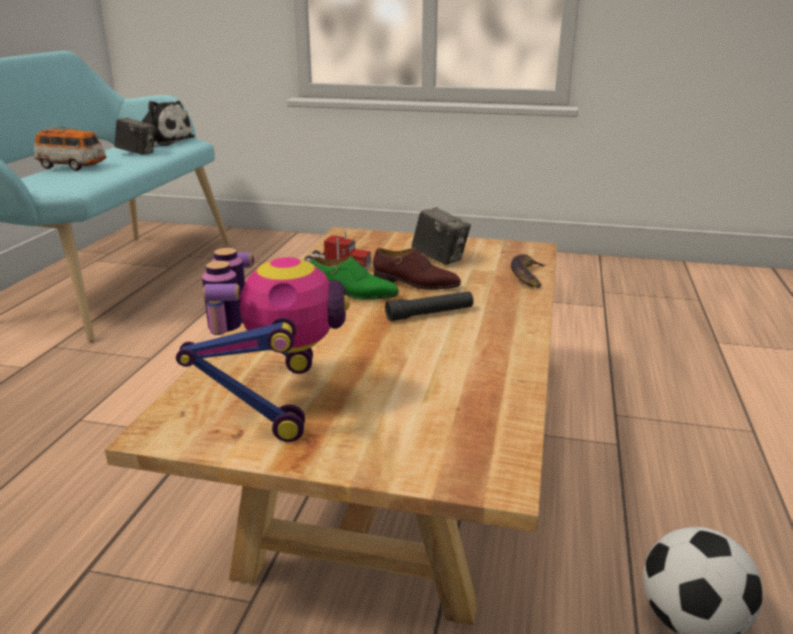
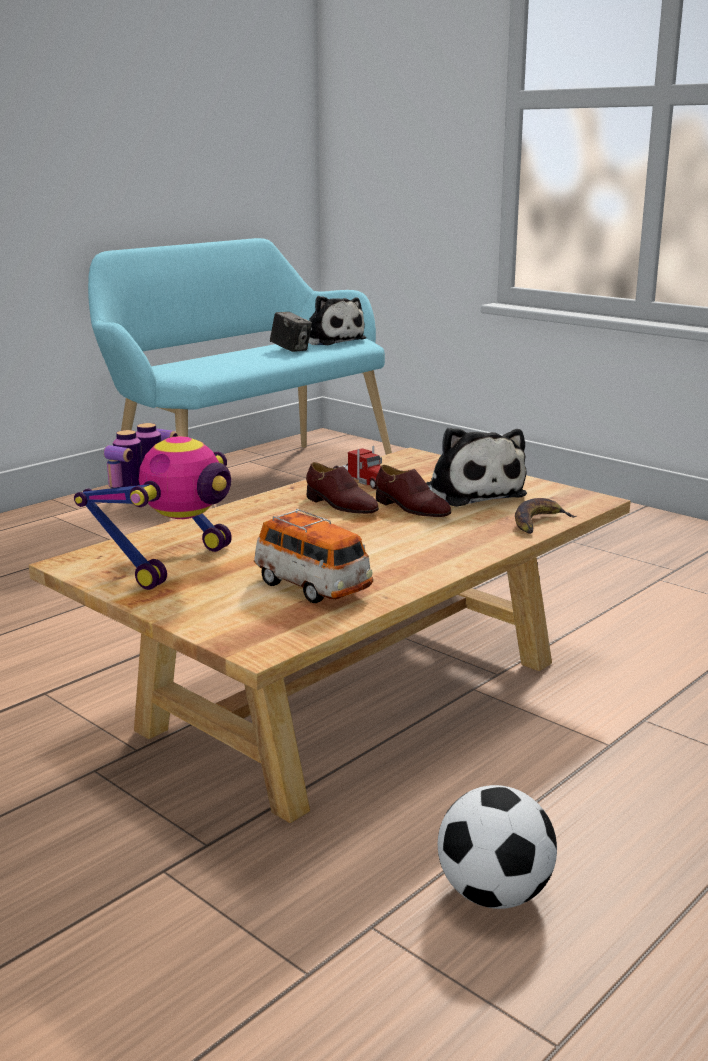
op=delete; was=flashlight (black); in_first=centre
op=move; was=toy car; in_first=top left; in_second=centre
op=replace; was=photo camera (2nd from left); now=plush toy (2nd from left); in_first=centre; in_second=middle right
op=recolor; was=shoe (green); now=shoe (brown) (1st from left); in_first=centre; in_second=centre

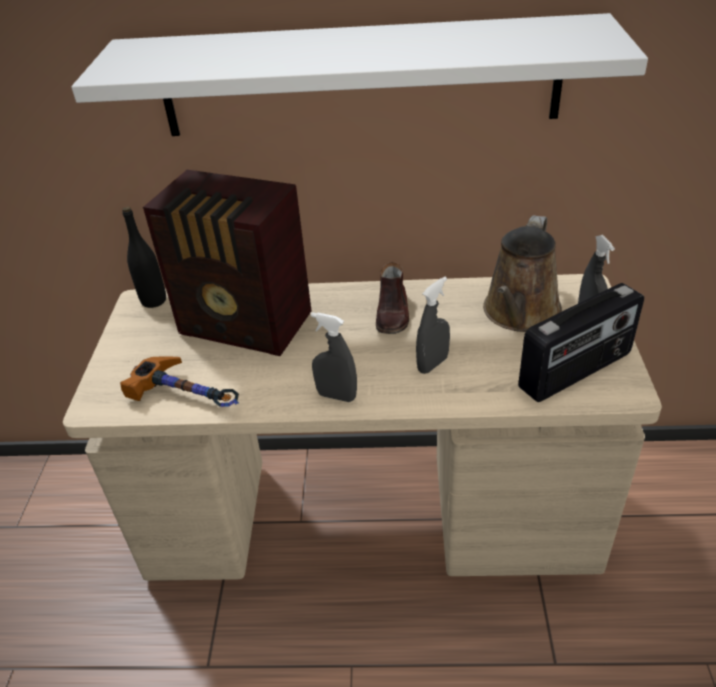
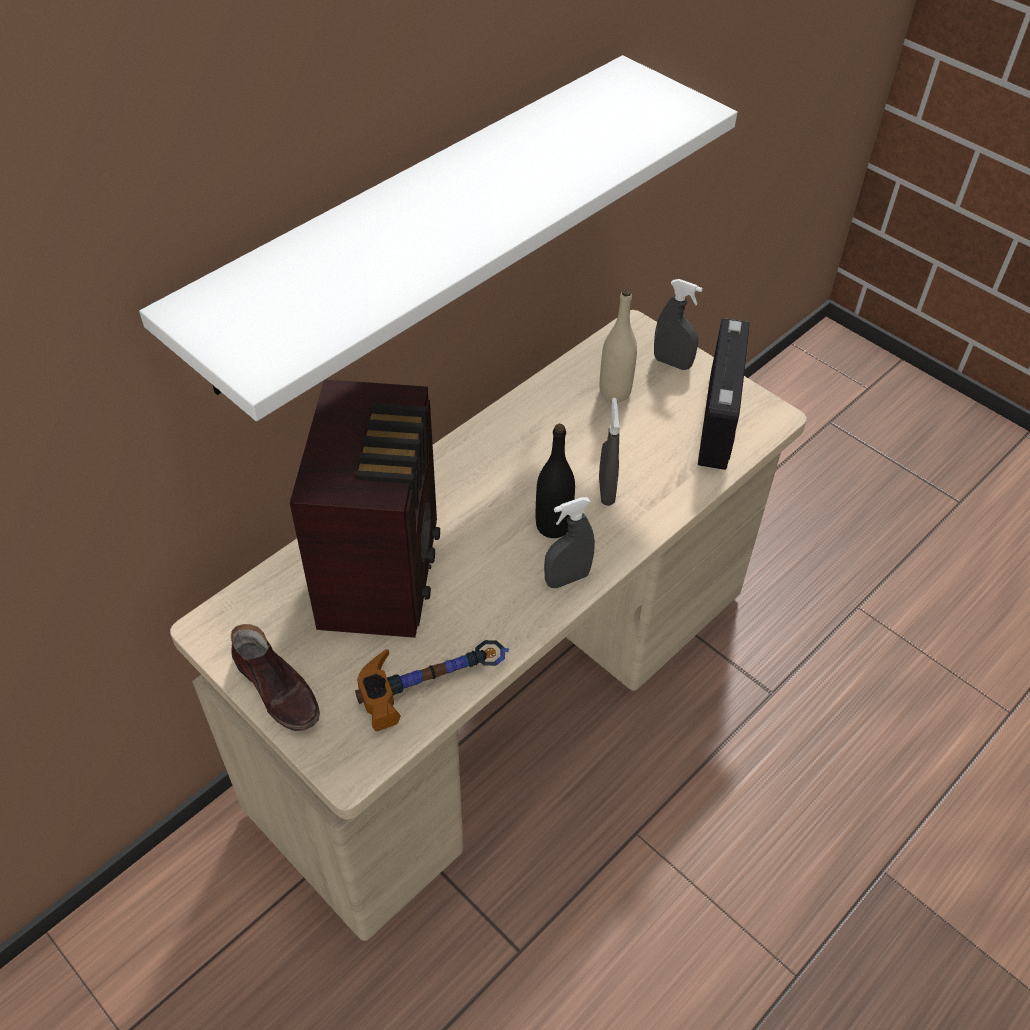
op=move; was=bottle (black); in_first=middle left; in_second=centre
op=move; was=shoe (brown); in_first=centre; in_second=middle left
op=replace; was=watering can (brown); now=bottle (beige); in_first=middle right; in_second=centre
op=rotate; was=radio (1st from left); in_first=middle left; in_second=centre; clockwise=-60

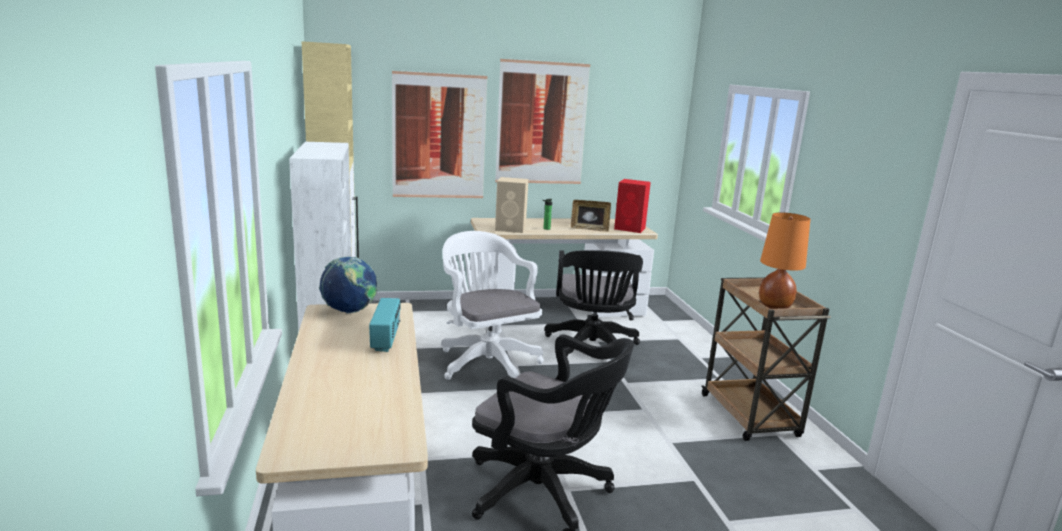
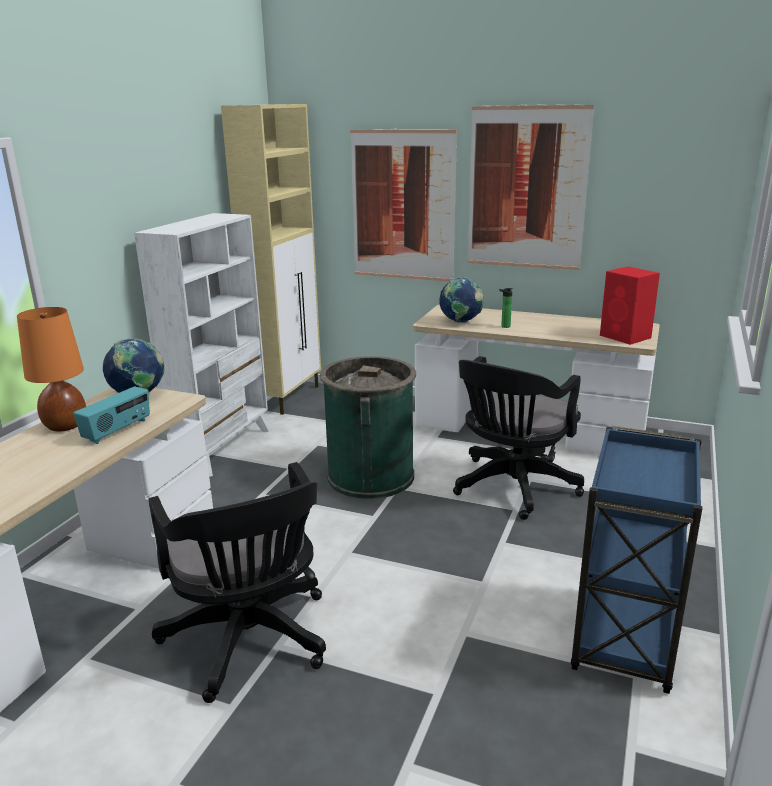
op=delete; was=picture frame; in_first=centre
op=move; was=table lamp (orange); in_first=middle right; in_second=middle left
op=replace; was=office chair (white); now=trash can (green); in_first=centre; in_second=centre
op=replace; was=speaker (beige); now=globe (2nd from left); in_first=centre; in_second=centre
op=recolor; was=cart (brown); now=cart (blue); in_first=bottom right; in_second=bottom right

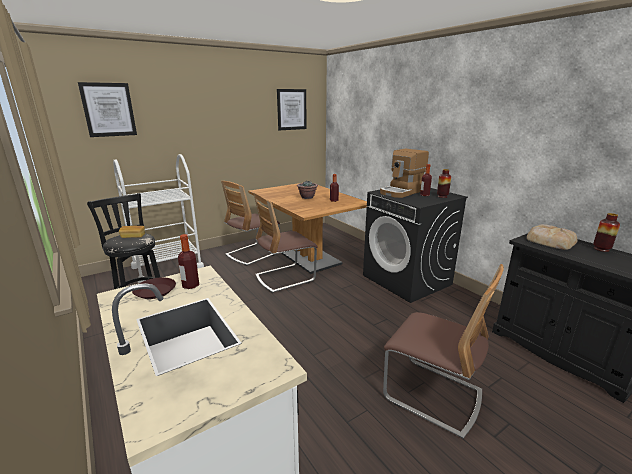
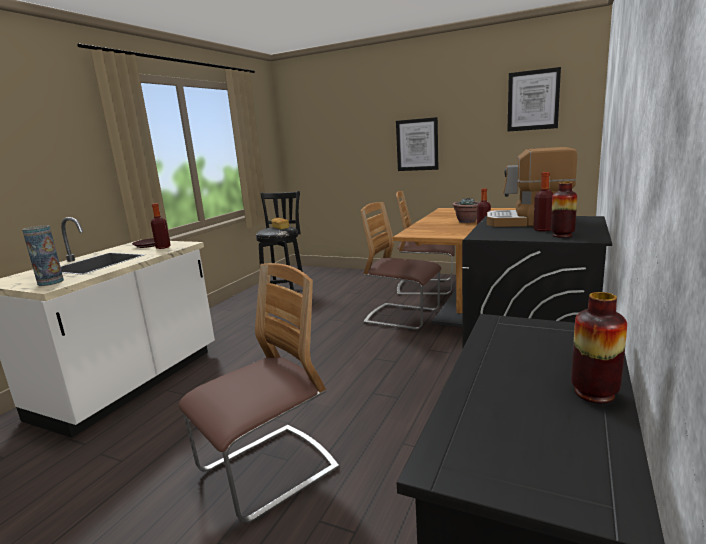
op=delete; was=cart (white); in_first=middle left
op=delete; was=bread (2nd from left); in_first=middle right
op=insert; now=vase (1st from left); in_second=middle left
op=move; was=picture (1st from left); in_first=top left; in_second=top centre
op=rotate; was=chair (3rd from left in the first image); in_first=bottom right; in_second=bottom centre; clockwise=-135

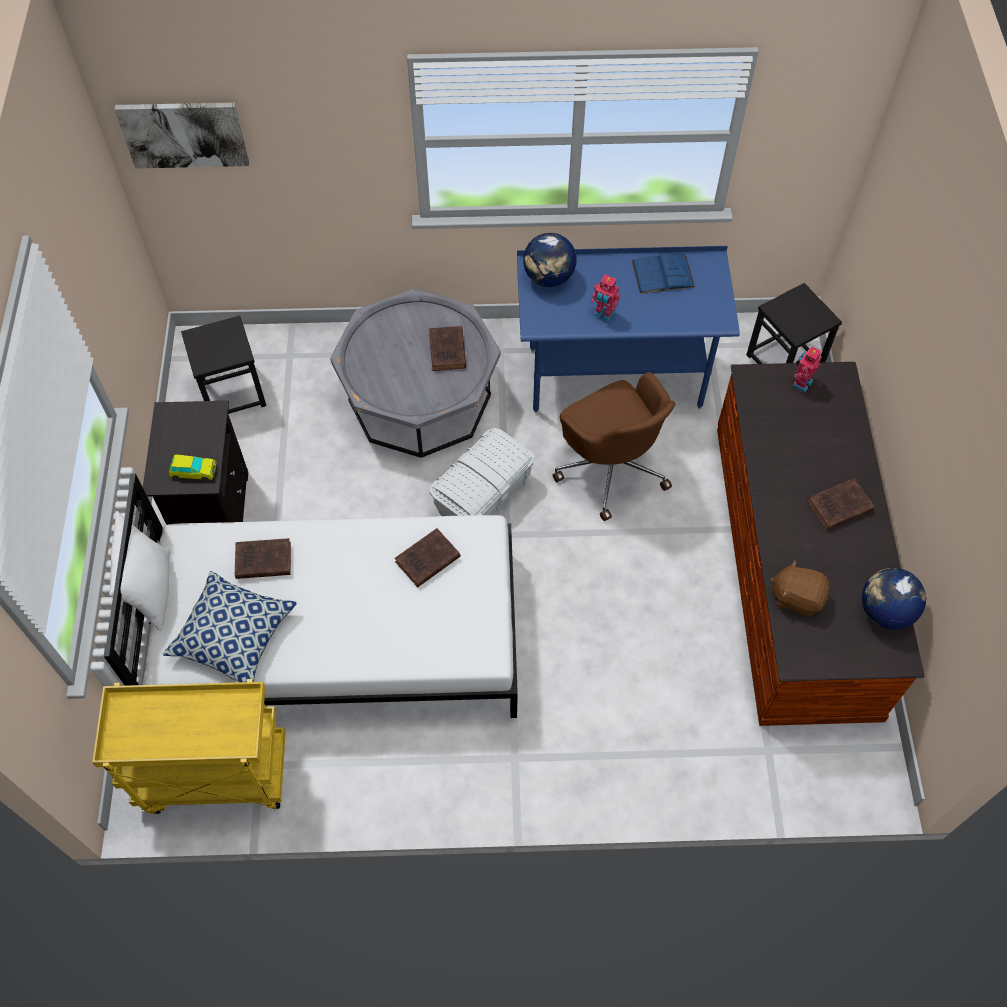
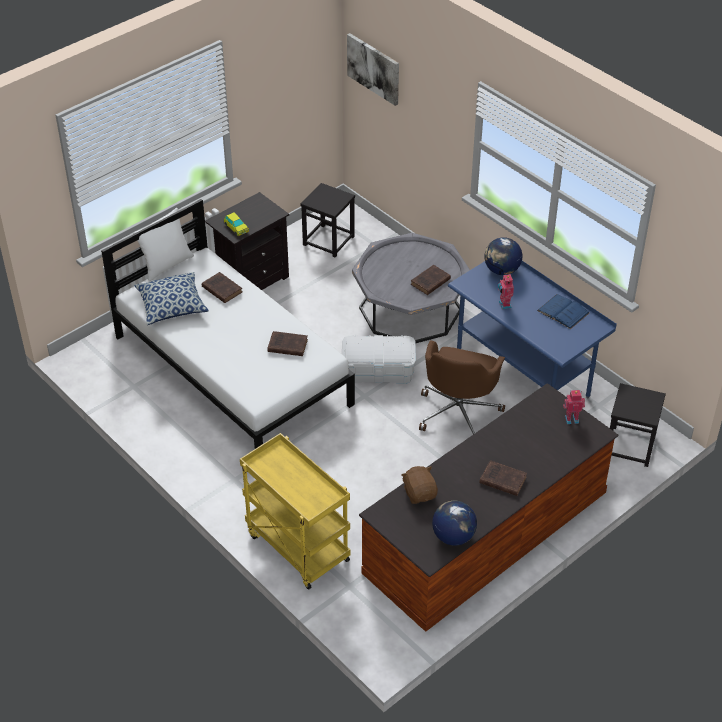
op=move; was=cart (yellow); in_first=bottom left; in_second=bottom centre

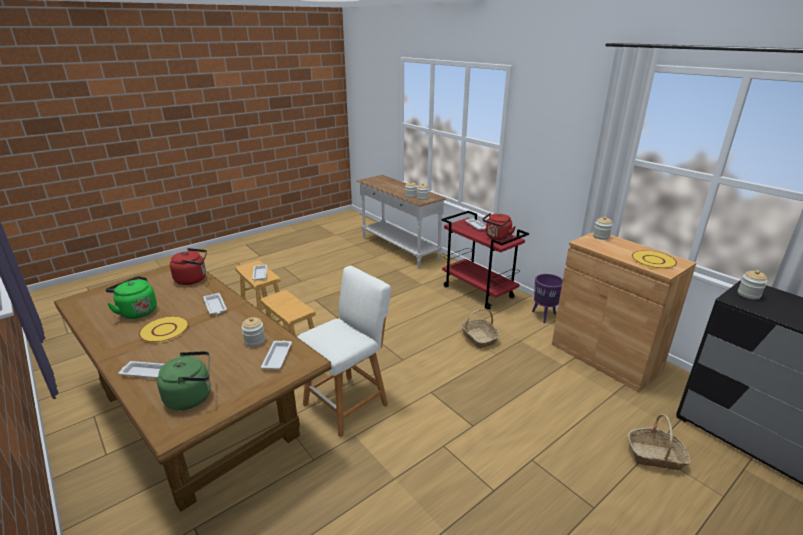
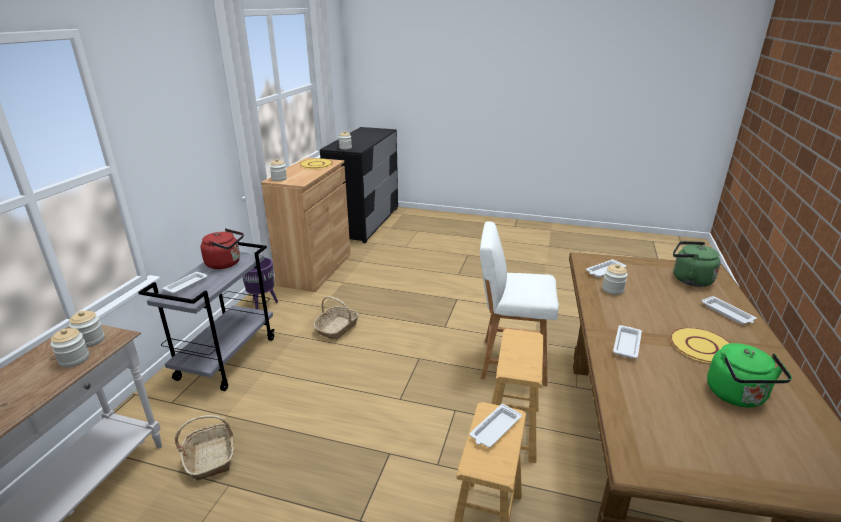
op=delete; was=kettle (red) (1st from left); in_first=middle left
op=move; was=basket (2nd from left in the first image); now=basket (1st from left); in_first=bottom right; in_second=bottom left
op=recolor; was=cart (red); now=cart (grey); in_first=centre; in_second=middle left

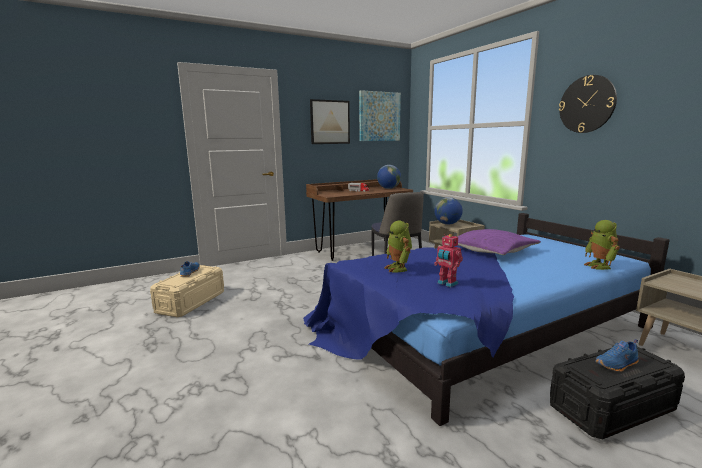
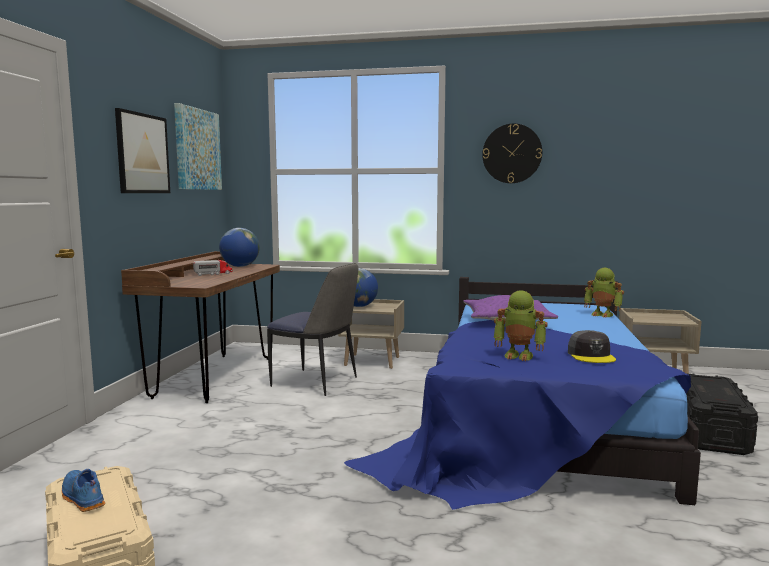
op=delete; was=shoe (blue) (2nd from left); in_first=bottom right
op=replace; was=toy robot (2nd from left); now=cap (grey); in_first=centre; in_second=middle right

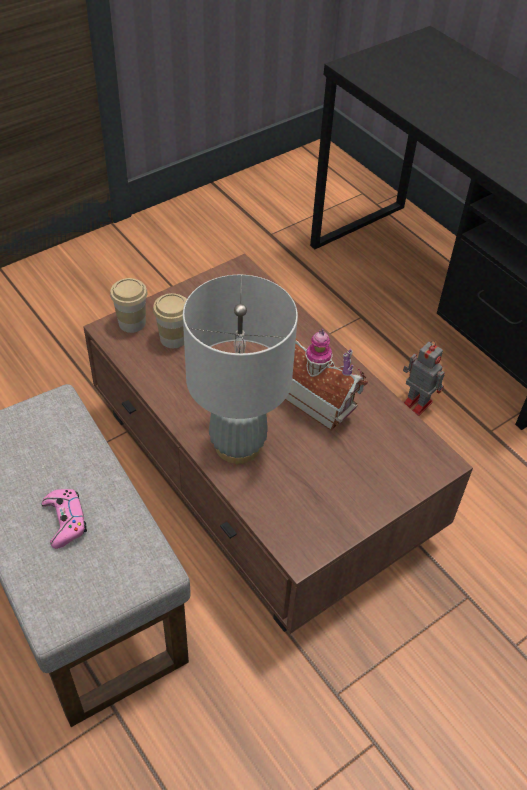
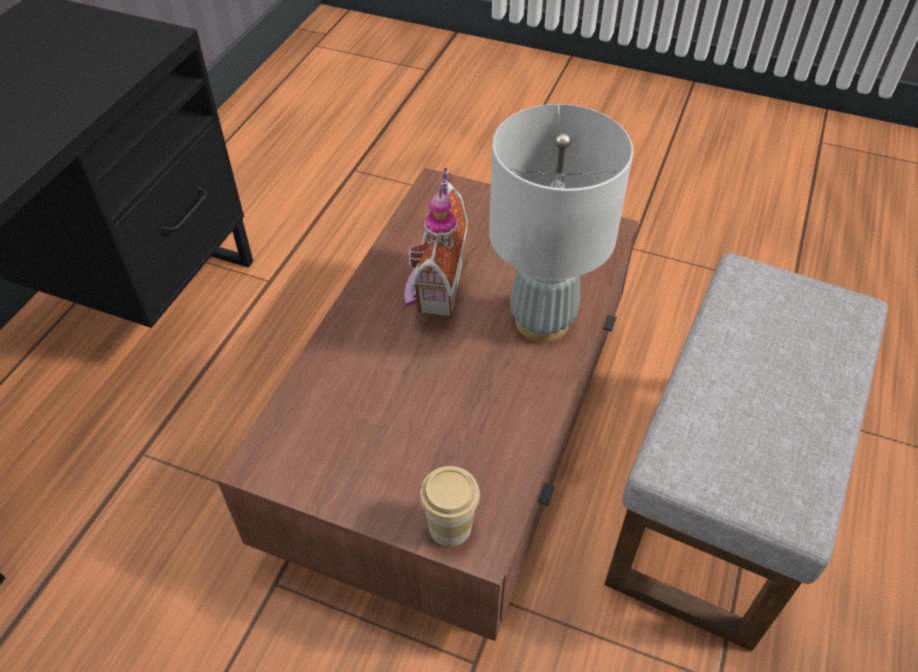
op=delete; was=game controller (pink); in_first=middle left
op=delete; was=cup (2nd from left); in_first=middle left
op=delete; was=toy robot; in_first=middle right

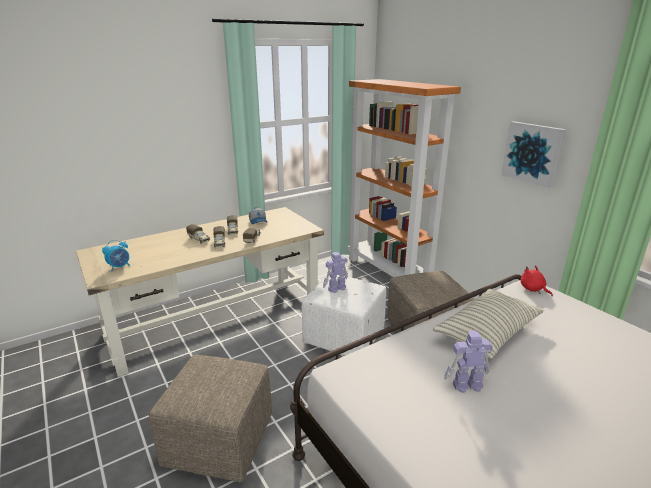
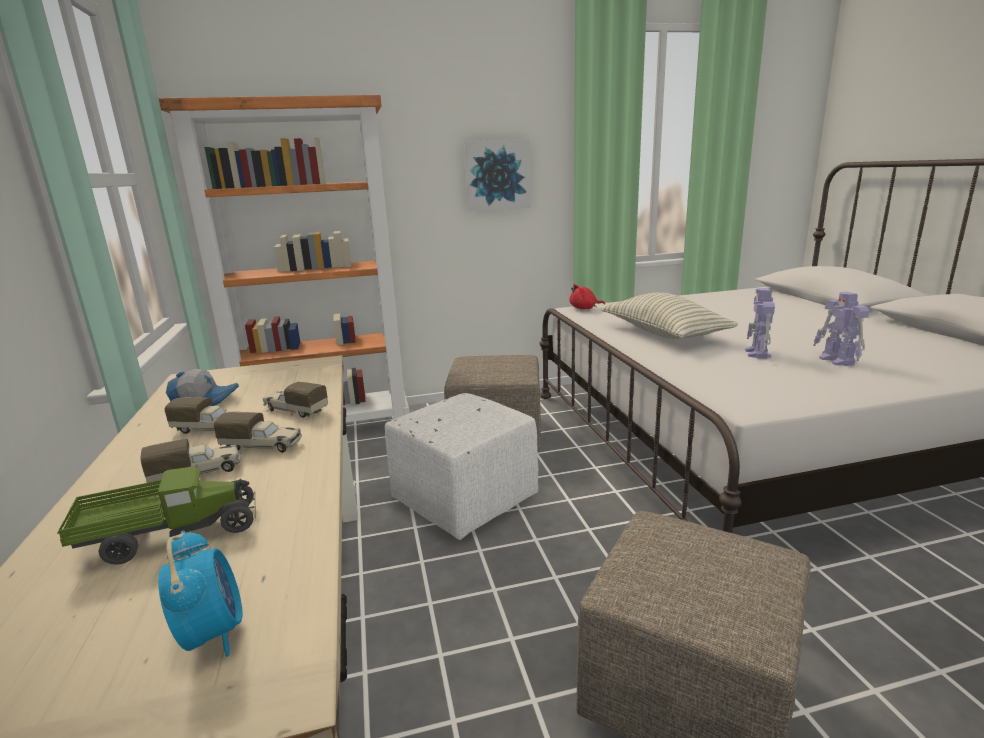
op=insert; now=toy truck (1st from left); in_second=bottom left
op=move; was=toy robot (1st from left in the first image); now=toy robot (2nd from left); in_first=centre; in_second=middle right

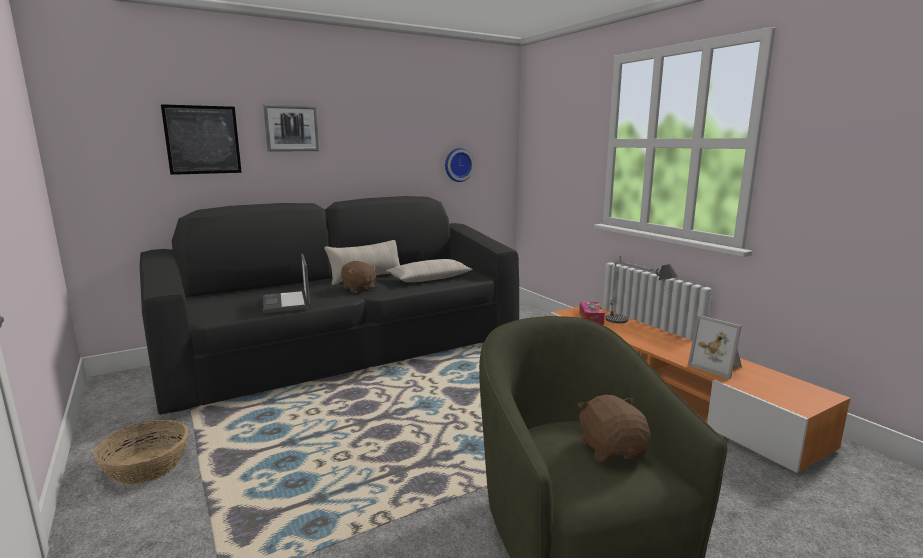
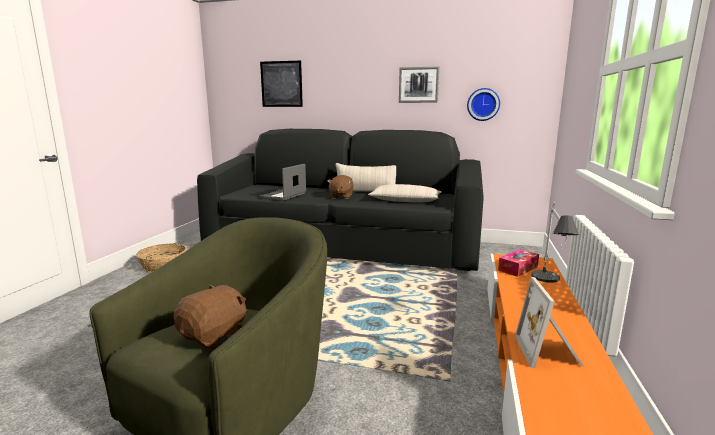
op=move; was=picture (2nd from left); in_first=top left; in_second=top centre

